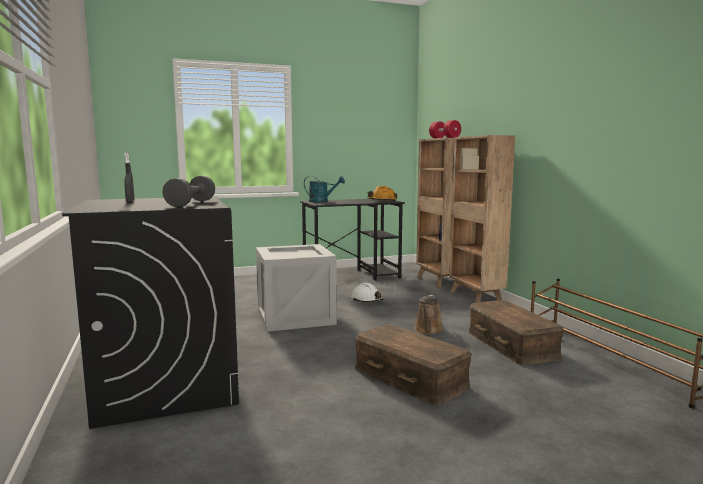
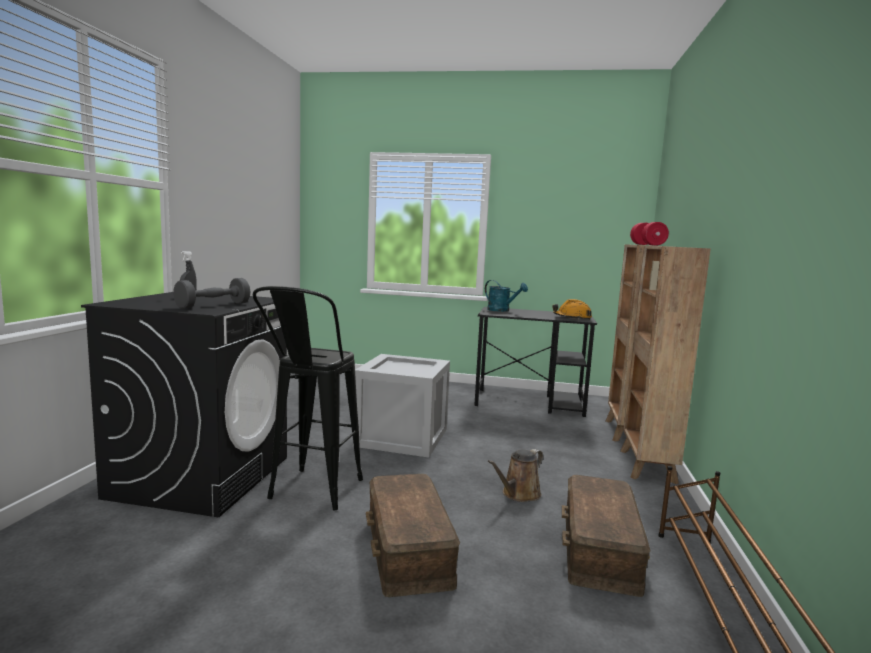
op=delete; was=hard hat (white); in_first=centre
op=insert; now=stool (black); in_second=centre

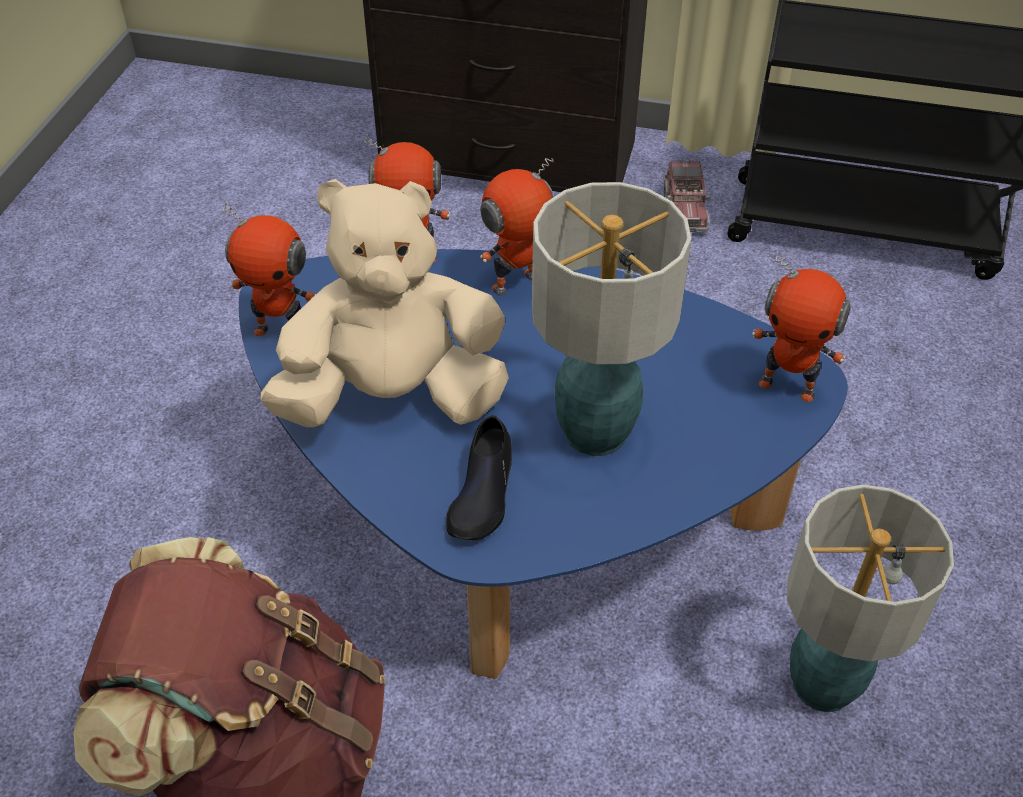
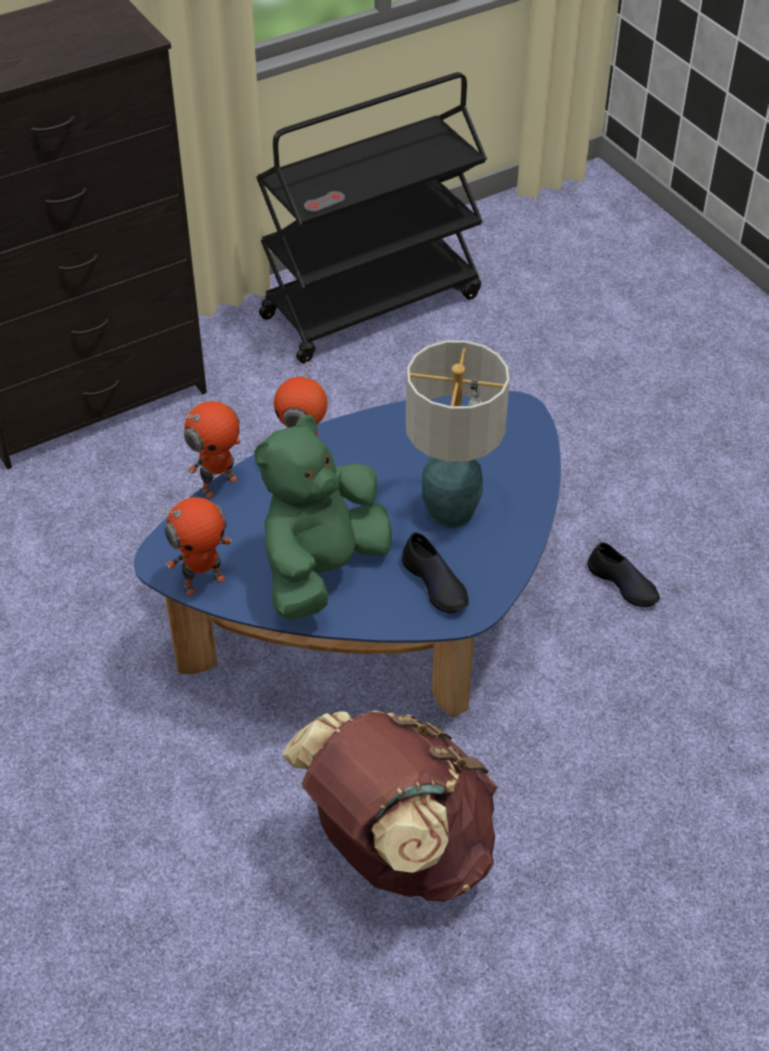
op=delete; was=toy truck; in_first=top right
op=delete; was=toy robot (4th from left); in_first=middle right
op=insert; now=game controller (grey); in_second=top centre
op=replace; was=table lamp (2nd from left); now=shoe (black) (2nd from left); in_first=bottom right; in_second=middle right
op=recolor; was=plush toy (beige); now=plush toy (green); in_first=centre; in_second=centre

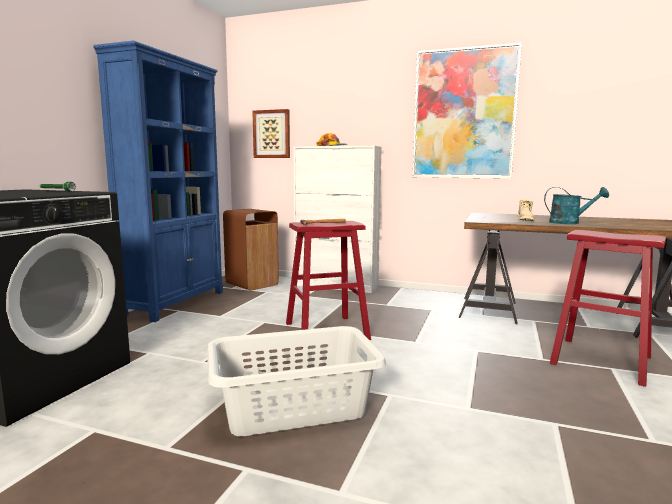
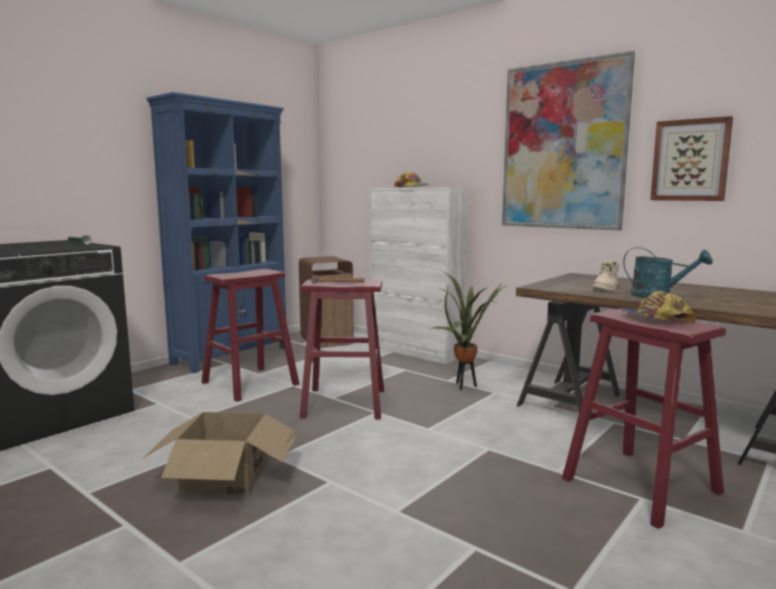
op=insert; now=stool (red) (1st from left); in_second=middle left
op=insert; now=potted plant; in_second=centre
op=insert; now=cap (2nd from left); in_second=middle right
op=move; was=picture (1st from left in the first image); now=picture (2nd from left); in_first=top centre; in_second=top right
op=replace; was=laundry basket (grey); now=cardboard box; in_first=bottom centre; in_second=bottom left

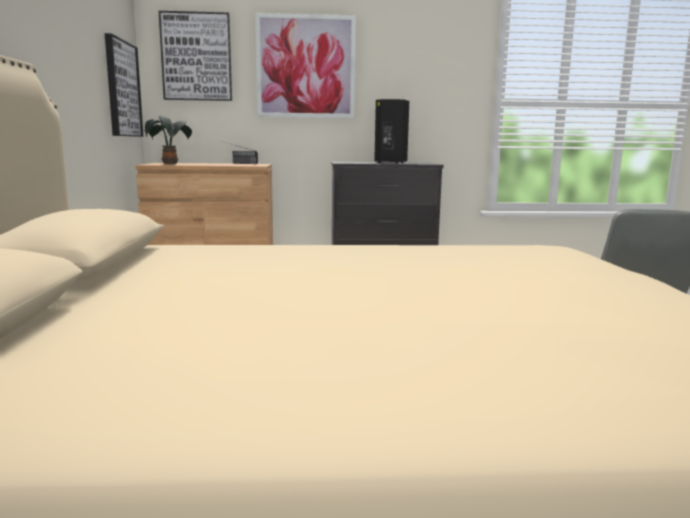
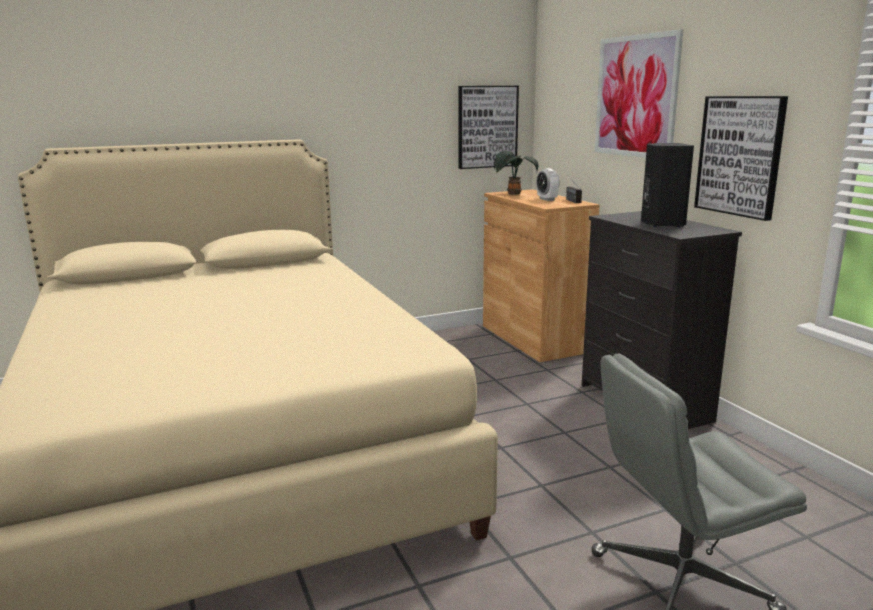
op=insert; now=alarm clock; in_second=top centre
op=move; was=picture (2nd from left in the first image); now=picture (3rd from left); in_first=top left; in_second=top right

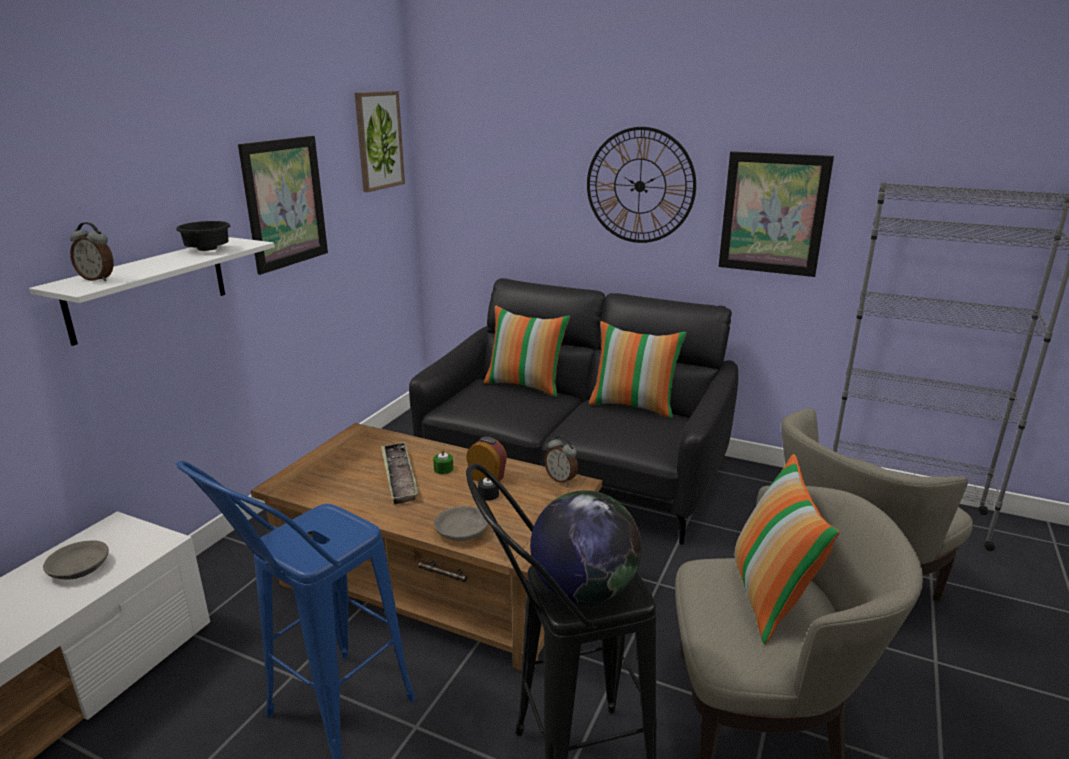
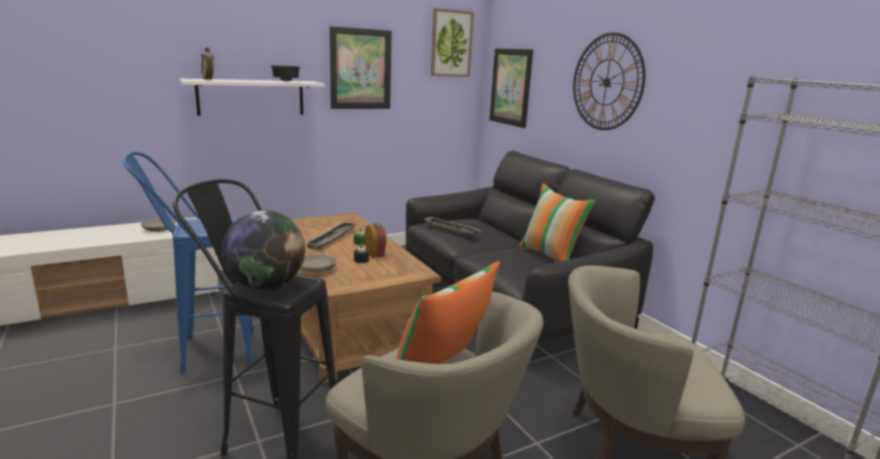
op=delete; was=pillow (1st from left); in_first=centre
op=delete; was=alarm clock (3rd from left); in_first=centre
op=insert; now=tray (2nd from left); in_second=centre
op=move; was=picture (3rd from left); in_first=top right; in_second=top centre

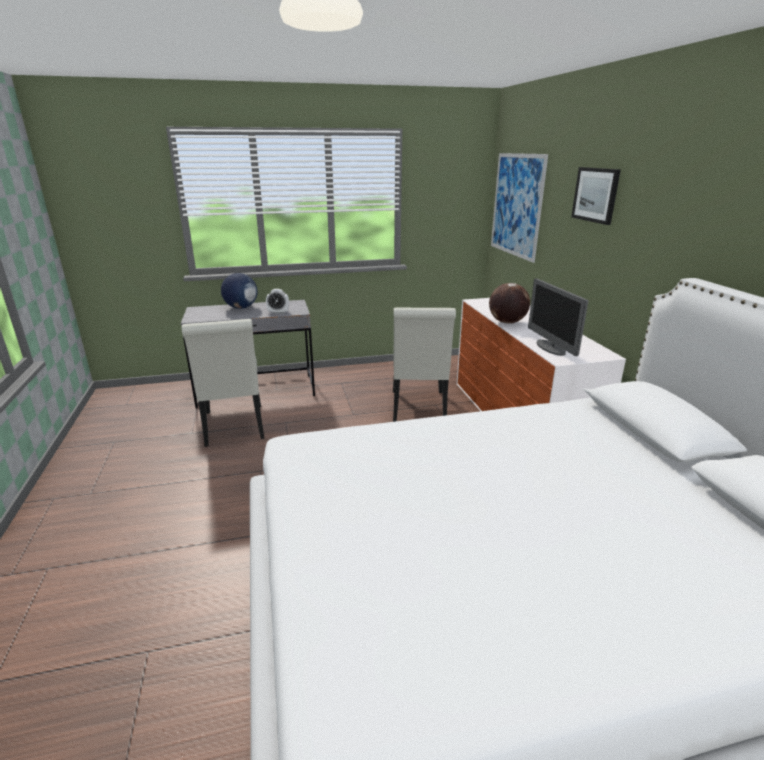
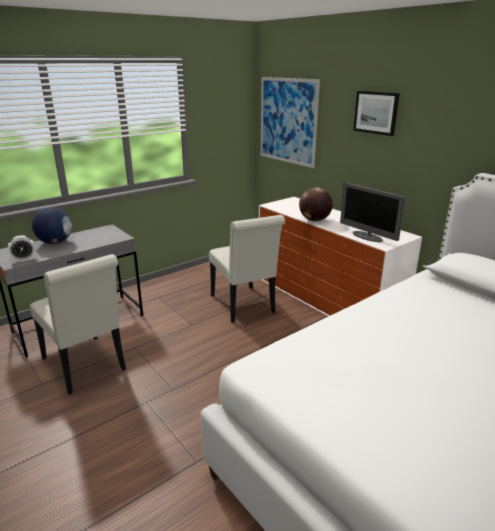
op=move; was=alarm clock; in_first=centre; in_second=middle left

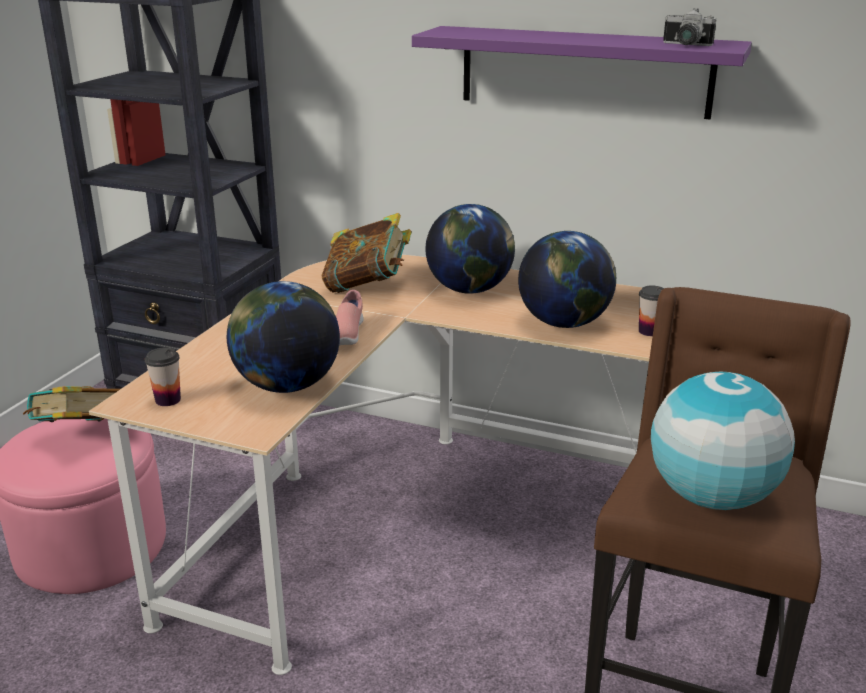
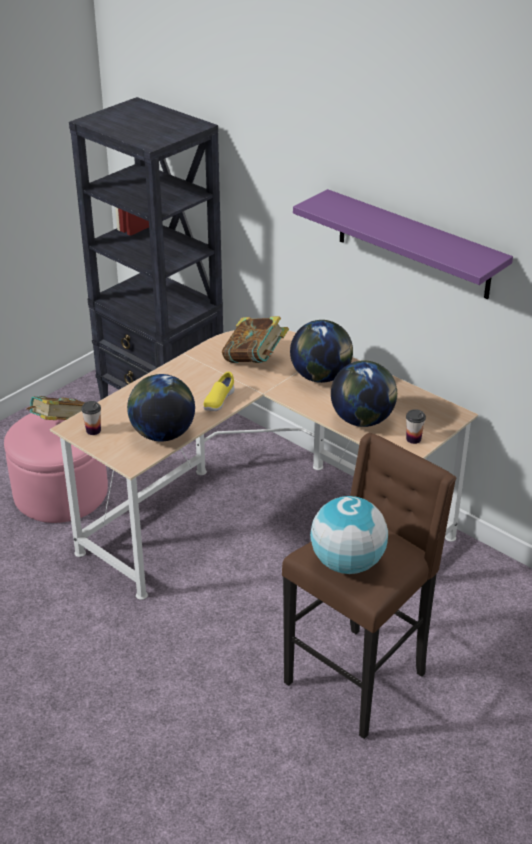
op=delete; was=photo camera; in_first=top right
op=recolor; was=shoe (pink); now=shoe (yellow); in_first=centre; in_second=centre

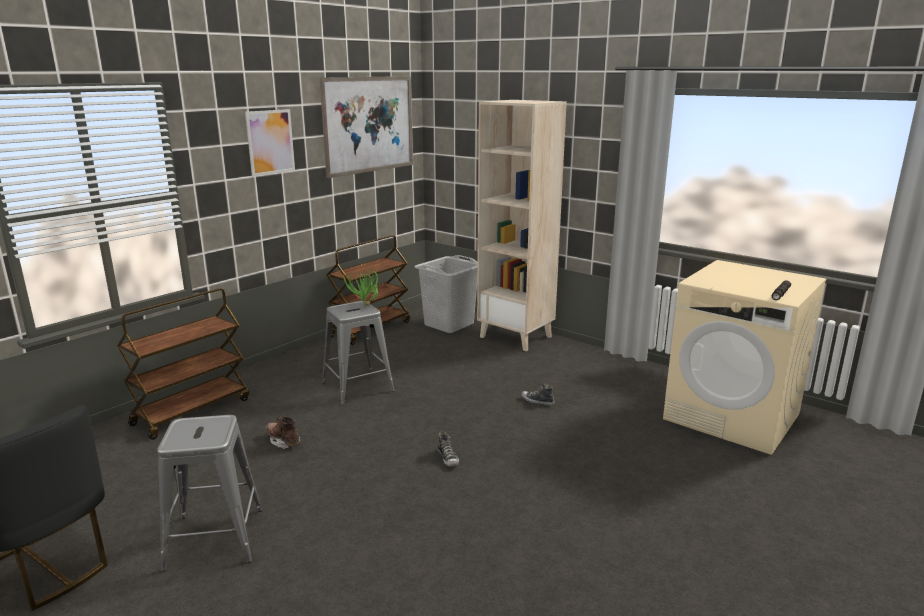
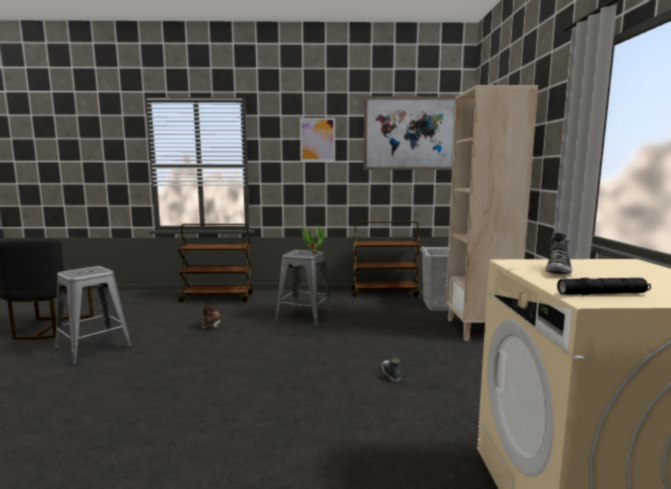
op=move; was=shoe (1st from left in the first image); now=shoe (2nd from left); in_first=bottom centre; in_second=middle right

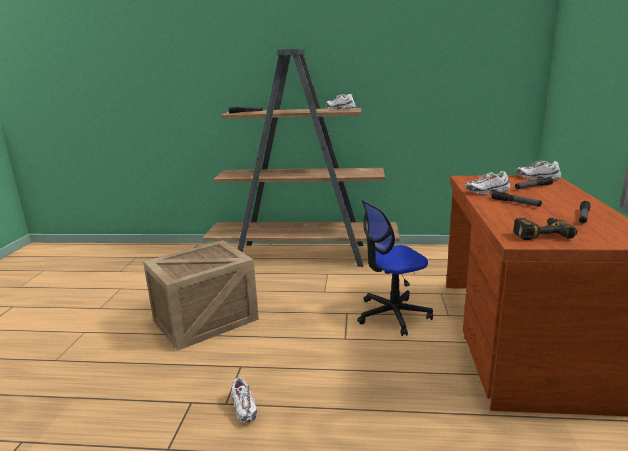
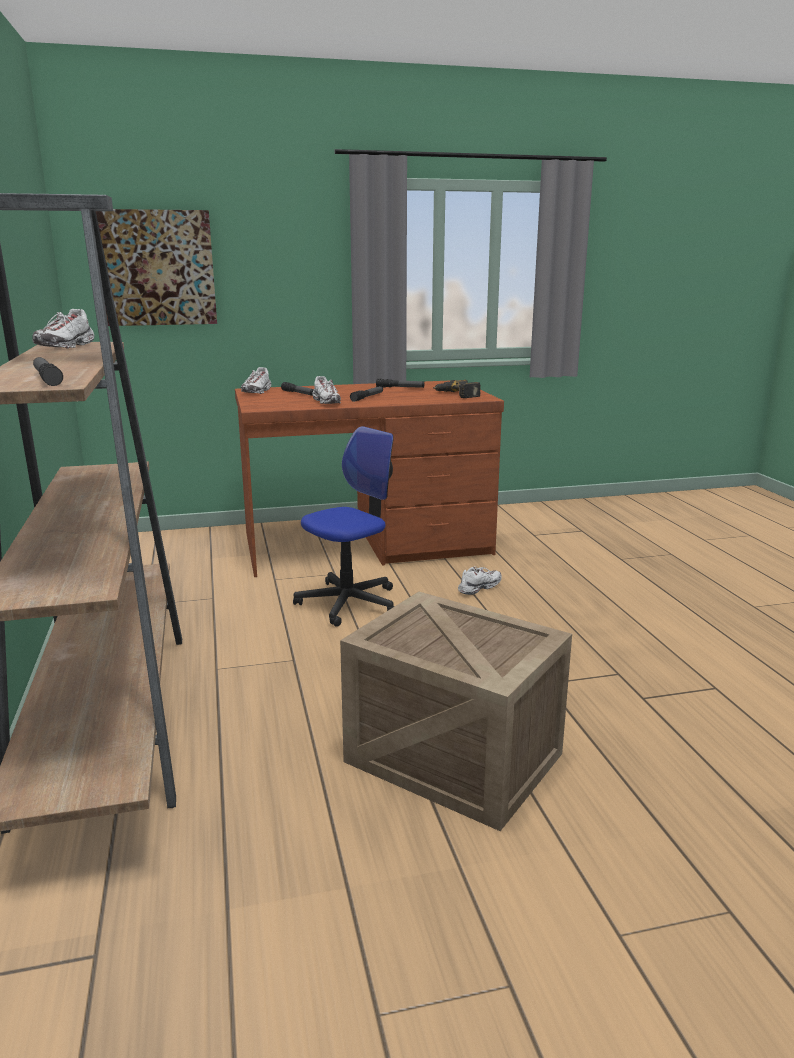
op=insert; now=picture; in_second=top left
op=move; was=shoe (white) (1st from left in the first image); now=shoe (white) (4th from left); in_first=bottom centre; in_second=centre
op=rotate; was=office chair; in_first=centre; in_second=centre; clockwise=-90

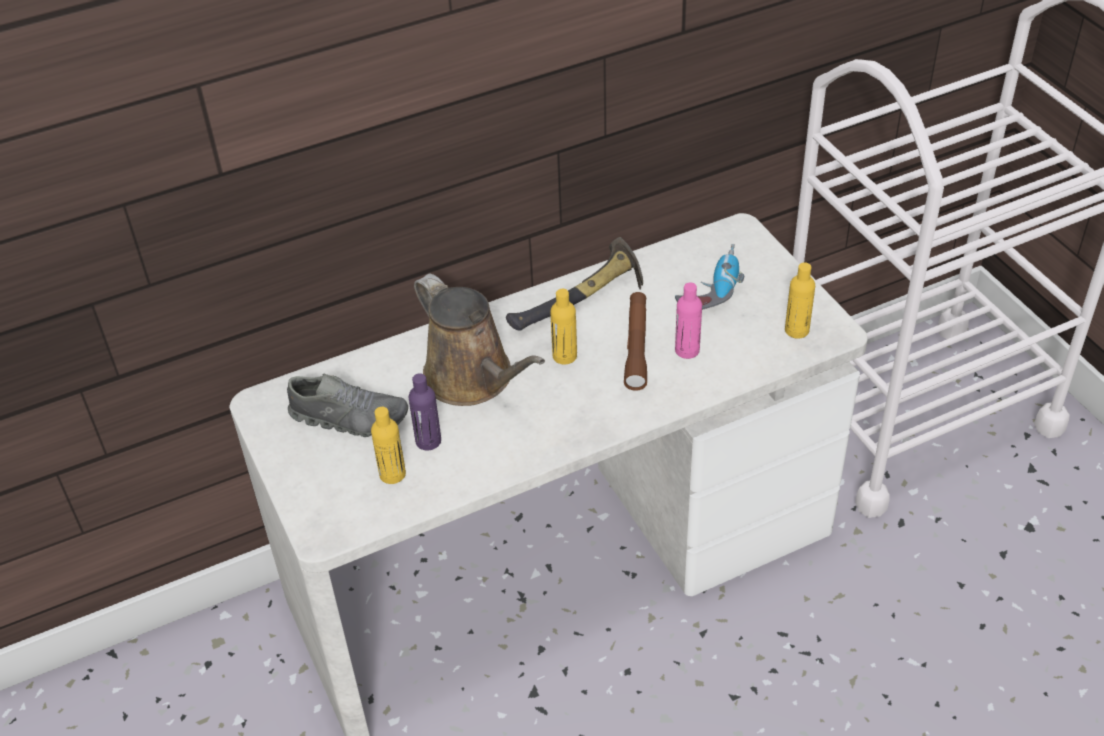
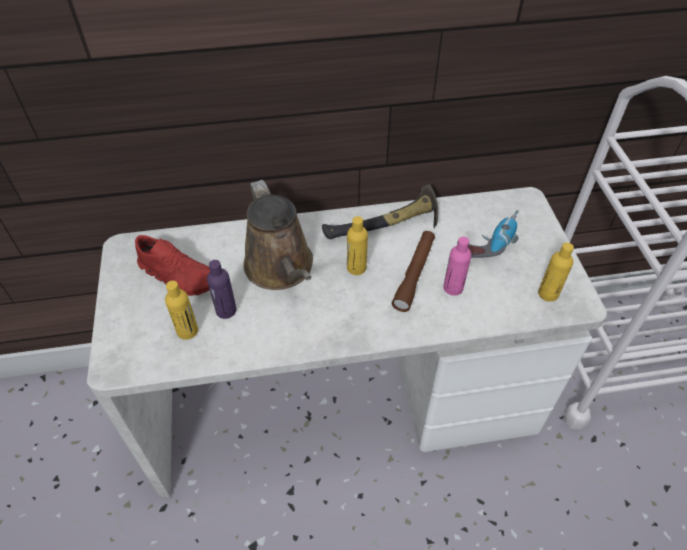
op=recolor; was=shoe (grey); now=shoe (red); in_first=middle left; in_second=middle left

